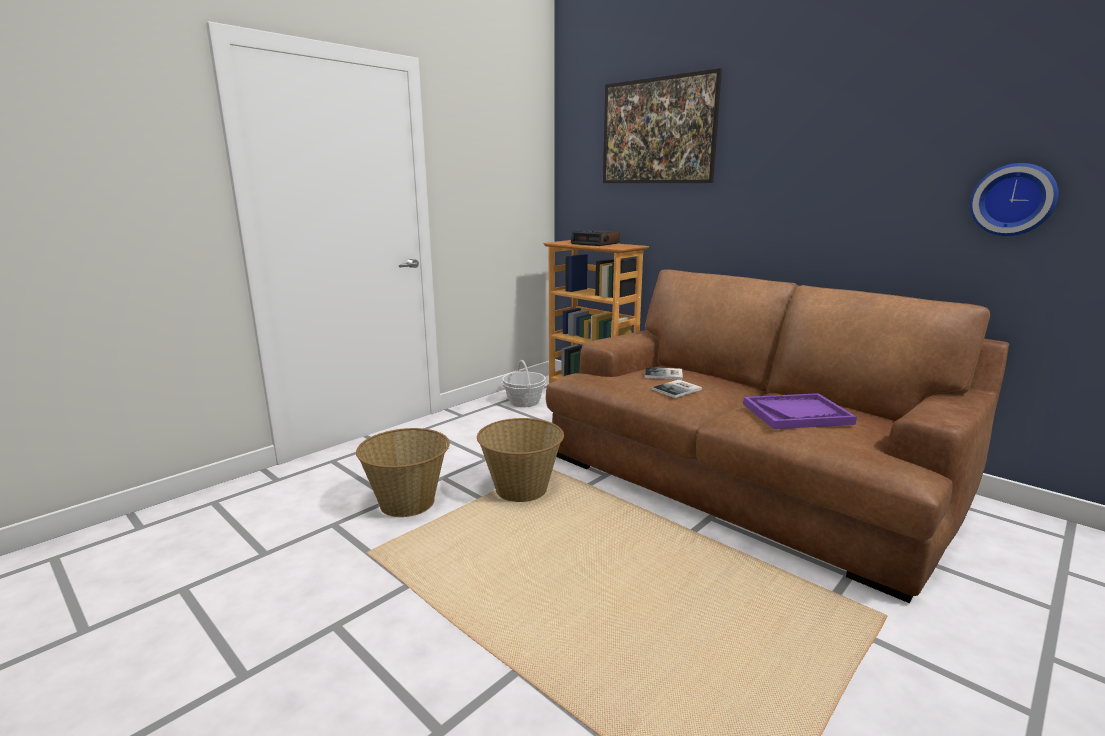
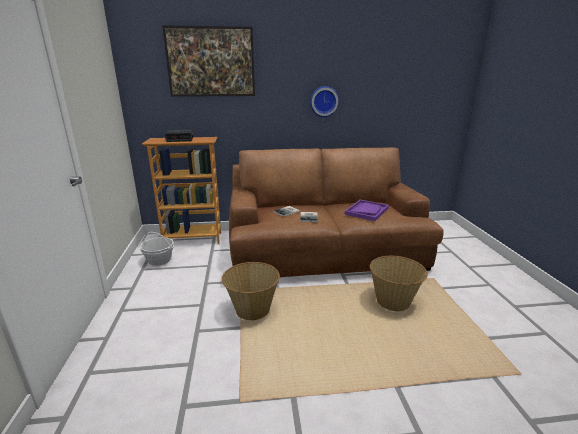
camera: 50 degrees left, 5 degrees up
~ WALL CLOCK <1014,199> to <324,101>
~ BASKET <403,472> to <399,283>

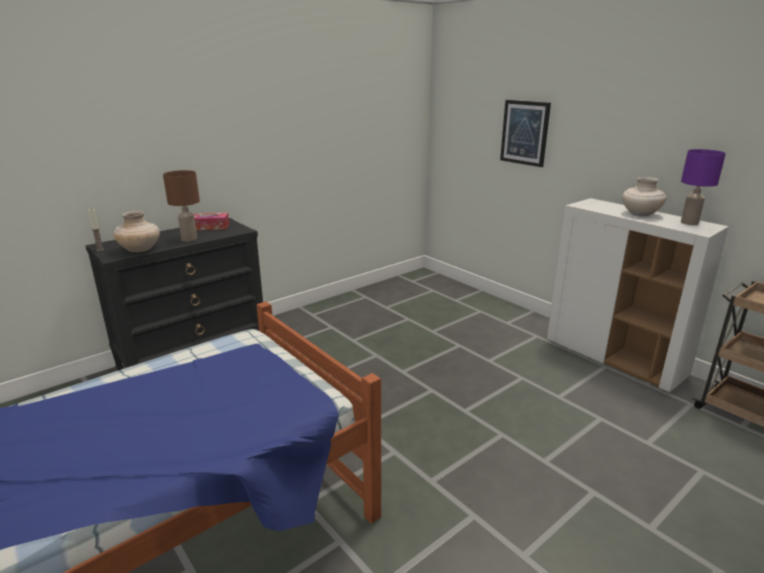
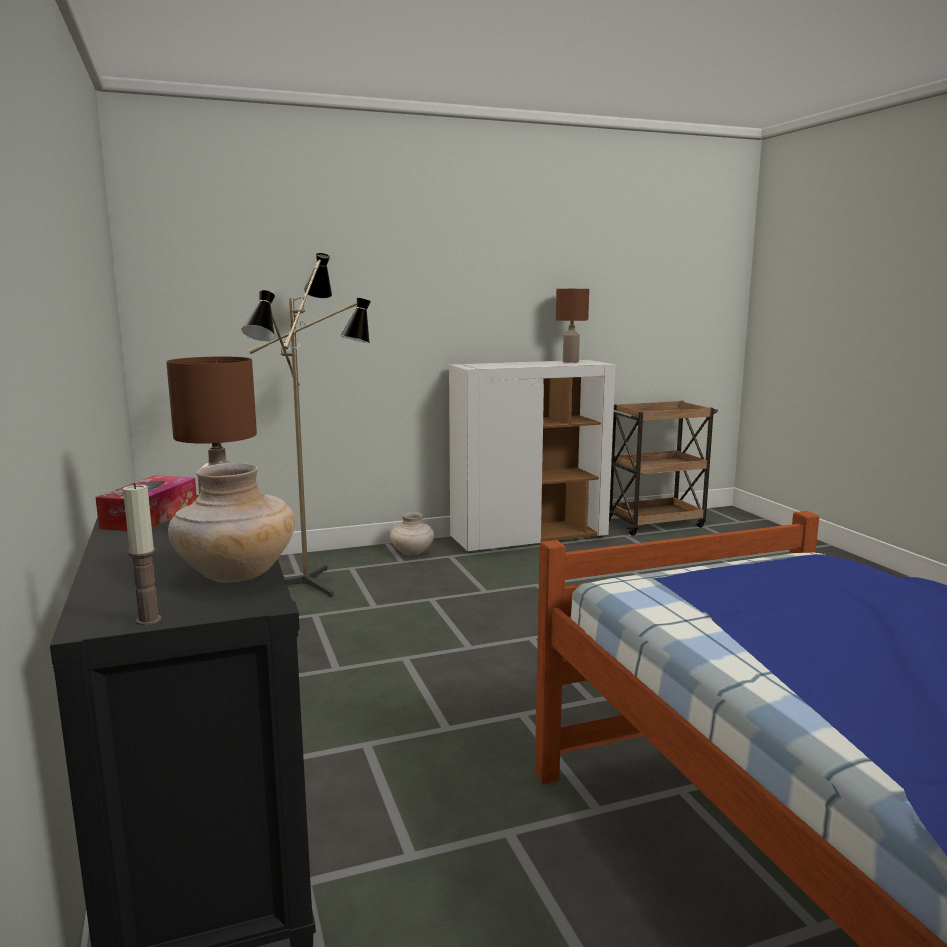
camera: 70 degrees left, 10 degrees down
- PICTURE <525,133>
~ PURPLE TABLE LAMP <703,187> to BROWN TABLE LAMP <572,326>
~ BEIGE VASE <644,196> to <412,534>
+ FLOOR LAMP <306,425>

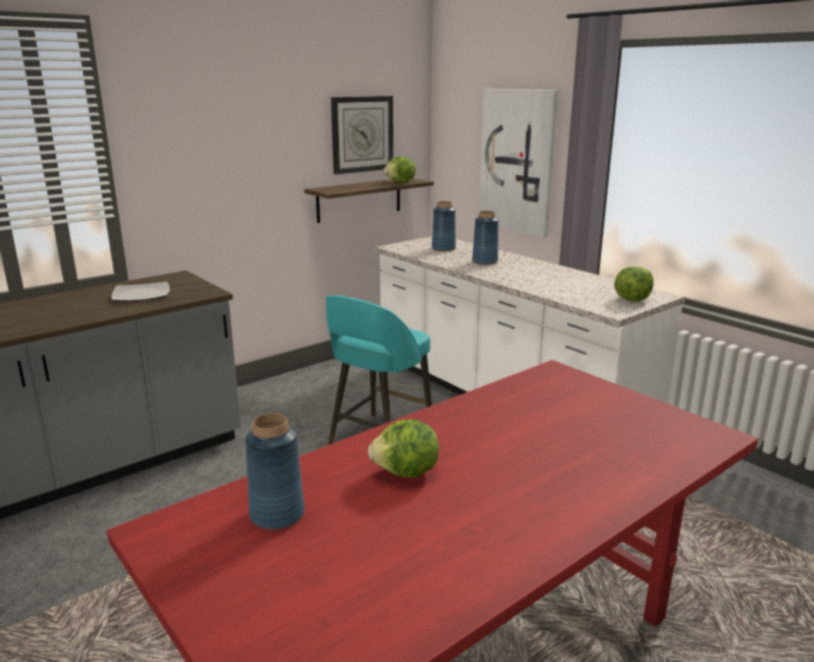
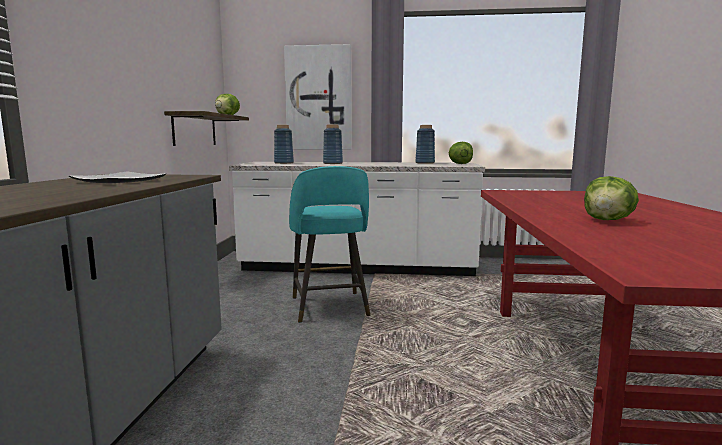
camera: 45 degrees left, 10 degrees down
- WALL CLOCK <362,135>
~ BLUE VASE <275,471> to <425,144>

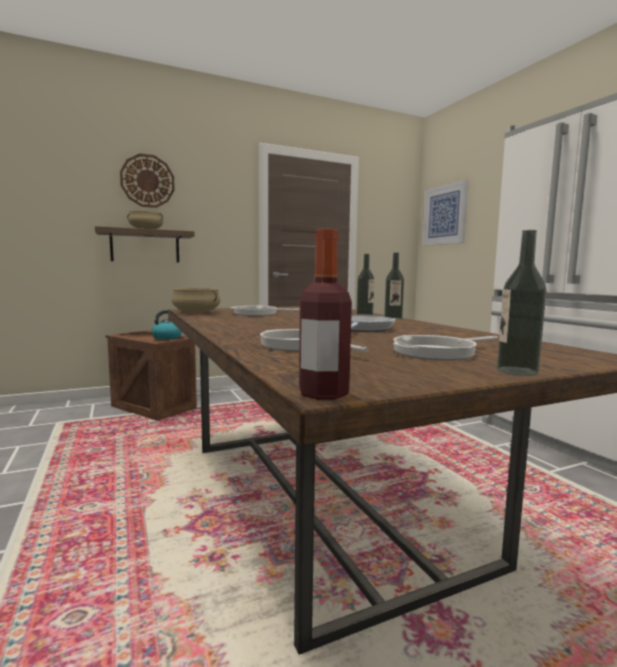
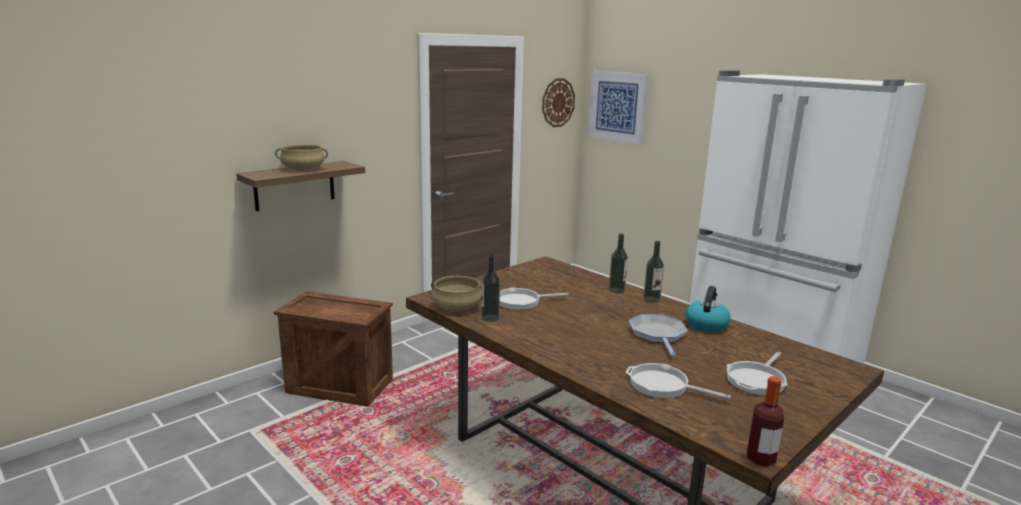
camera: 20 degrees left, 10 degrees up
~ WALL CLOCK <147,180> to <558,102>
~ BOTTLE <522,303> to <490,288>
~ KETTLE <166,324> to <708,309>

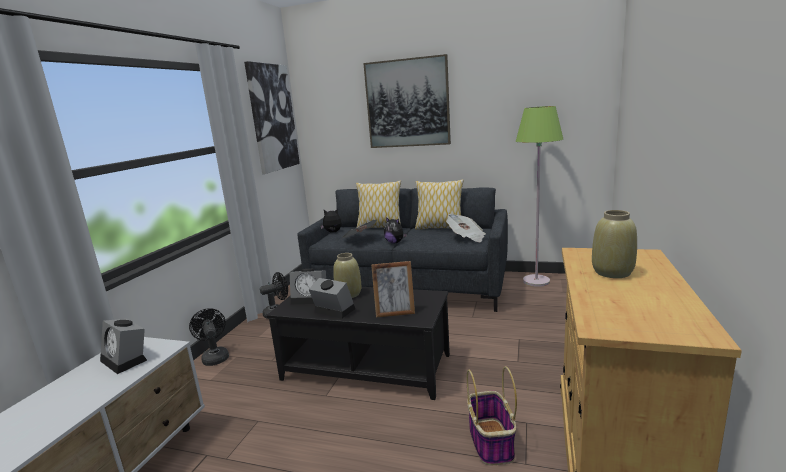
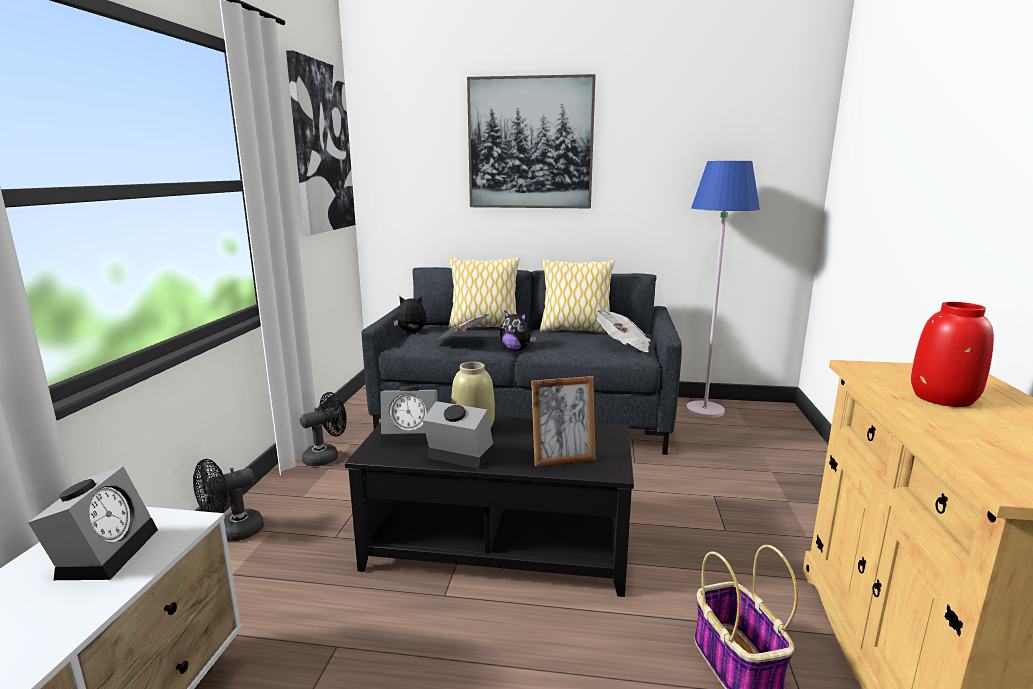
camera: 10 degrees left, 0 degrees up
~ GREEN FLOOR LAMP <539,196> to BLUE FLOOR LAMP <723,289>
~ BEIGE VASE <614,244> to RED VASE <952,354>
~ BLACK FAN <209,337> = <228,500> 90 degrees counterclockwise
~ ALARM CLOCK <123,346> = <93,523> 120 degrees counterclockwise

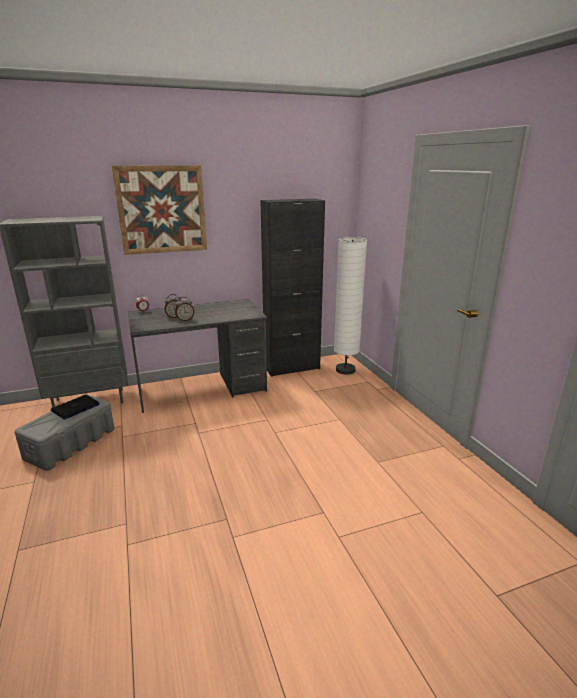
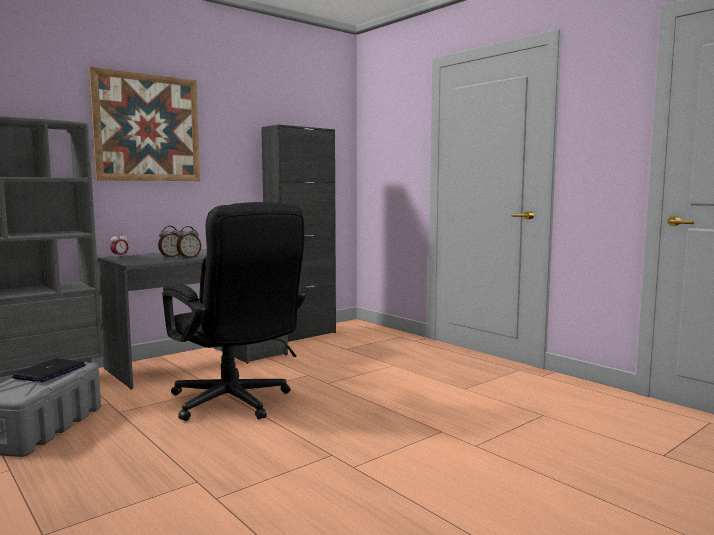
camera: 20 degrees left, 15 degrees down
- WHITE FLOOR LAMP <350,306>
+ BLACK OFFICE CHAIR <233,311>

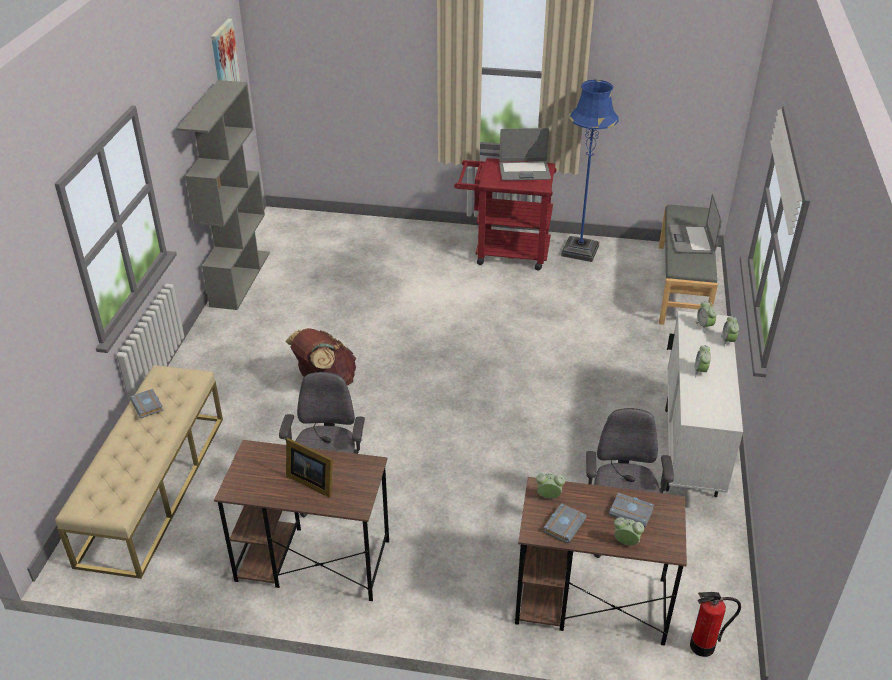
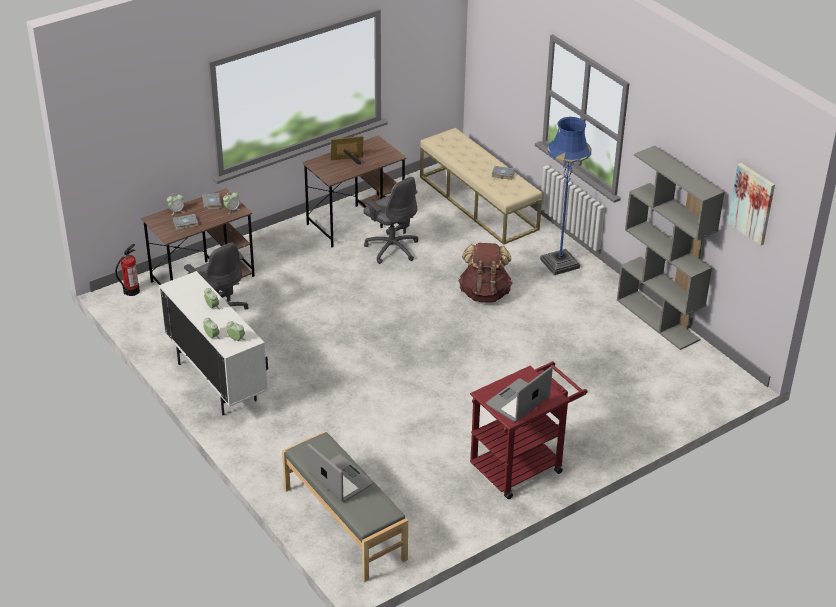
camera: 135 degrees right, 0 degrees up
~ BLUE FLOOR LAMP <590,171> to <566,196>

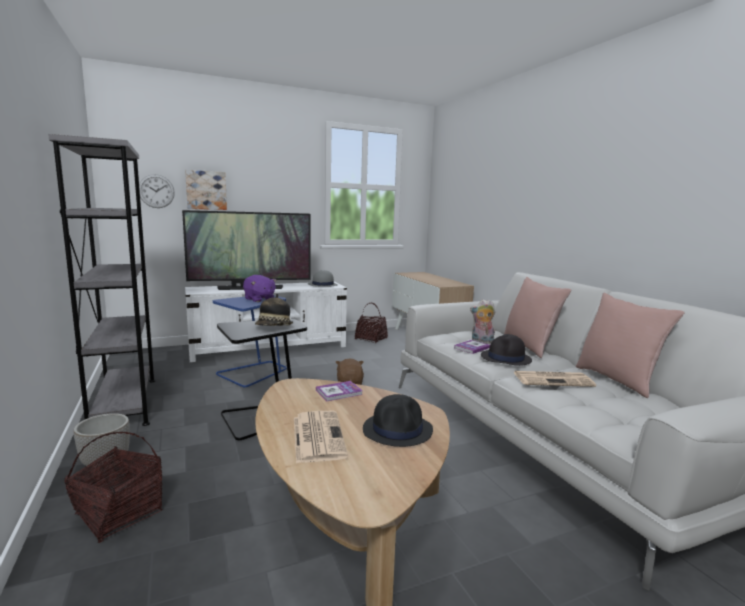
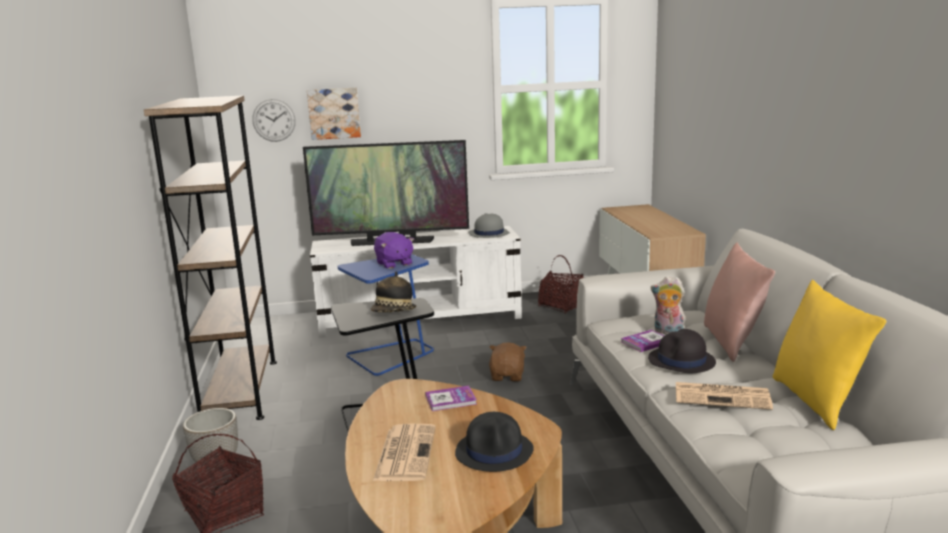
camera: 15 degrees right, 5 degrees up
~ GREY BOOKCASE <101,280> to BROWN BOOKCASE <210,257>
~ PINK PILLOW <630,345> to YELLOW PILLOW <829,354>

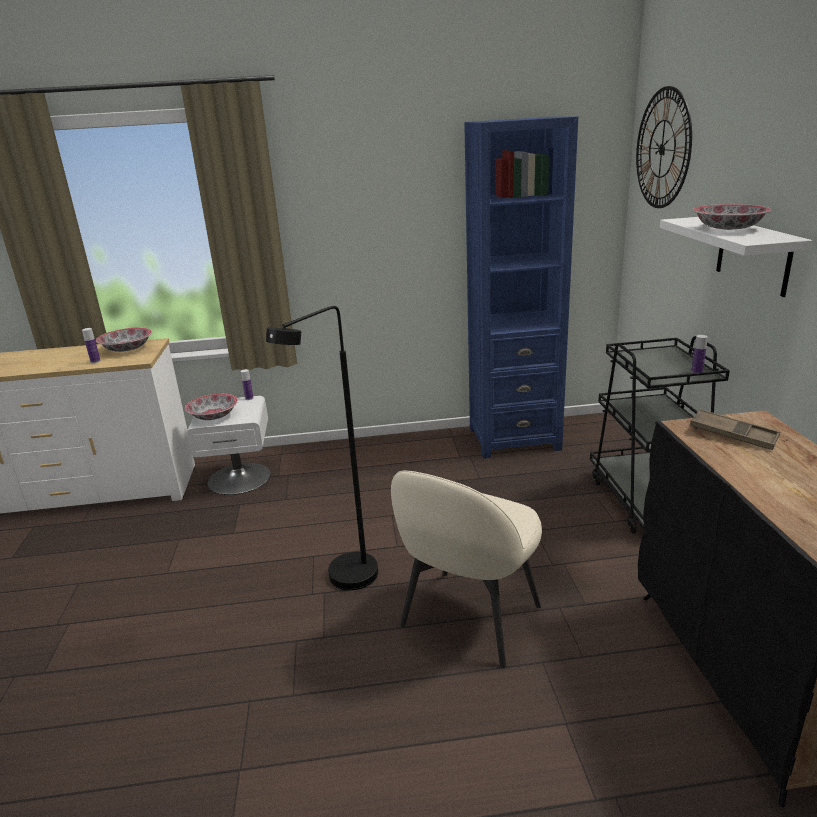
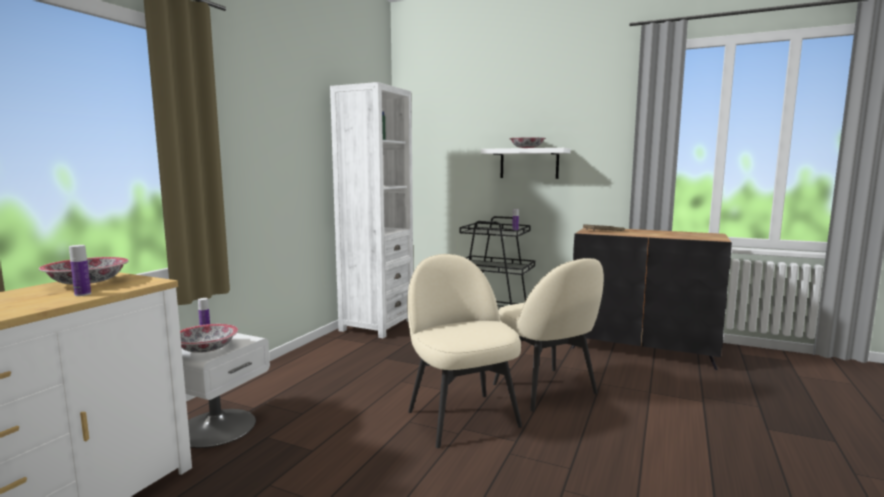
camera: 60 degrees left, 15 degrees down
- WALL CLOCK <664,147>
~ BLUE BOOKCASE <521,287> to WHITE BOOKCASE <371,210>
~ BLACK FLOOR LAMP <322,448> to BEIGE CHAIR <464,351>

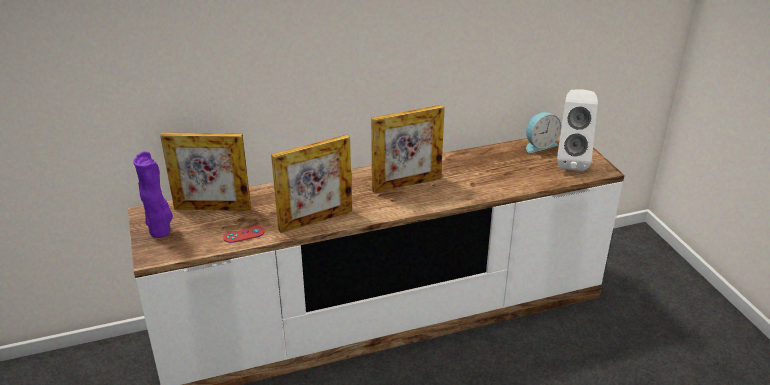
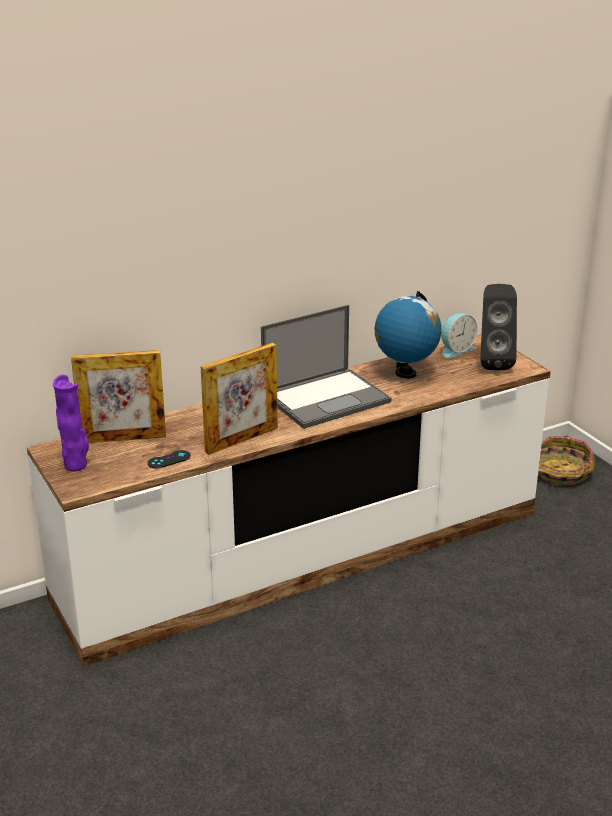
camera: 10 degrees left, 5 degrees down
~ WHITE SPEAKER <577,130> to BLACK SPEAKER <498,327>
~ PICTURE FRAME <408,149> to LAPTOP <326,367>
~ RED GAME CONTROLLER <244,234> to BLACK GAME CONTROLLER <169,459>
+ GLOBE <408,335>
+ BASKET <566,461>

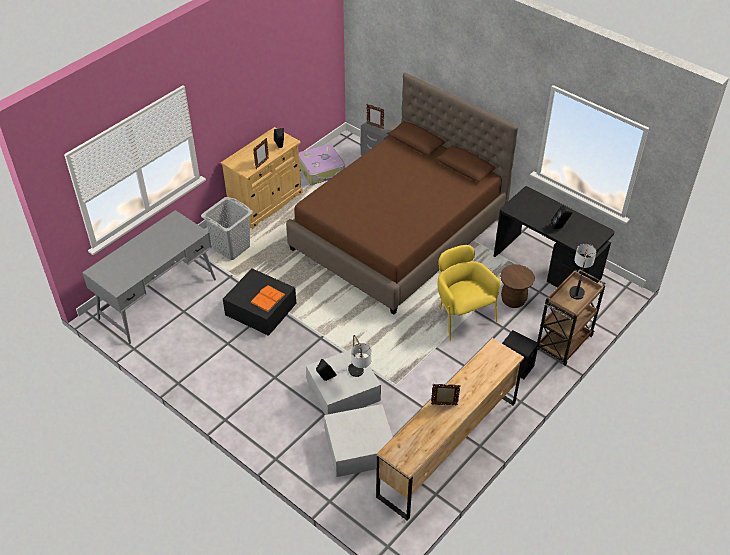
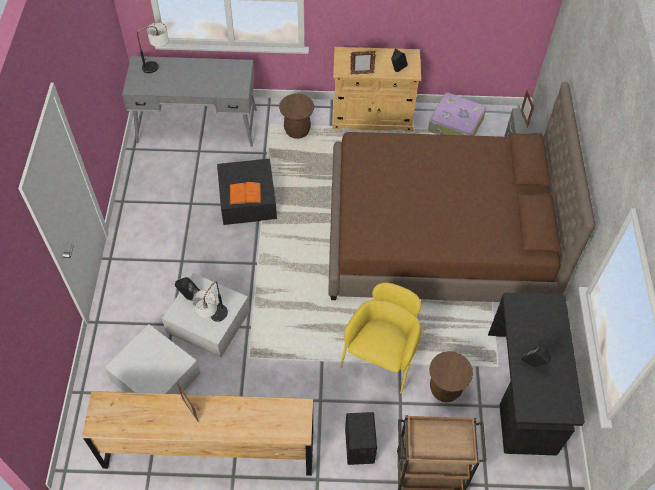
camera: 50 degrees right, 10 degrees up
~ GREY LAUNDRY BASKET <227,228> to BROWN STOOL <296,116>
~ TABLE LAMP <583,271> to <153,47>

